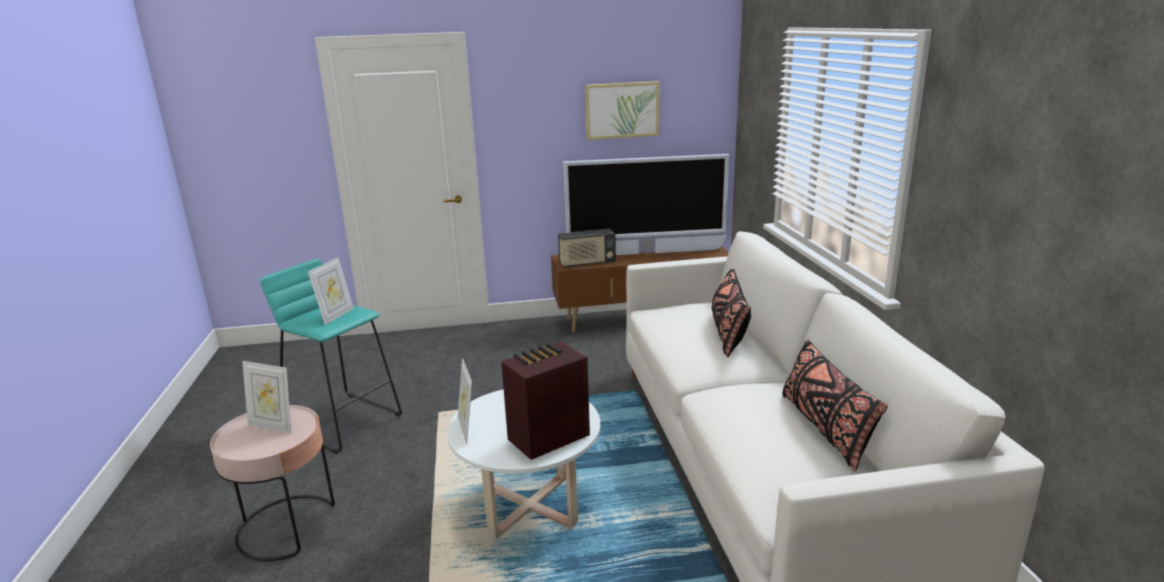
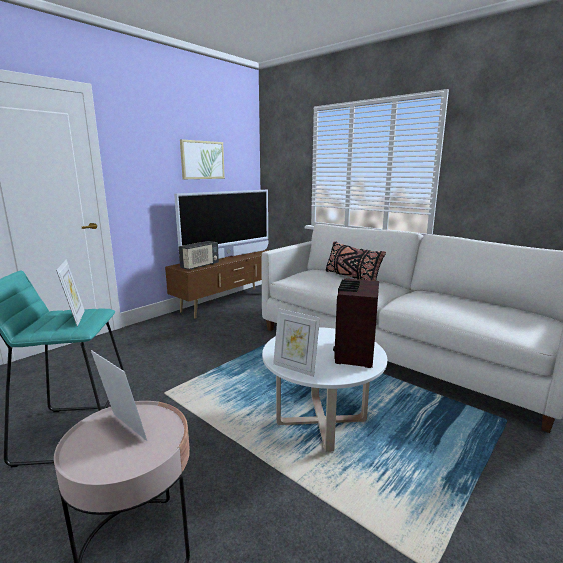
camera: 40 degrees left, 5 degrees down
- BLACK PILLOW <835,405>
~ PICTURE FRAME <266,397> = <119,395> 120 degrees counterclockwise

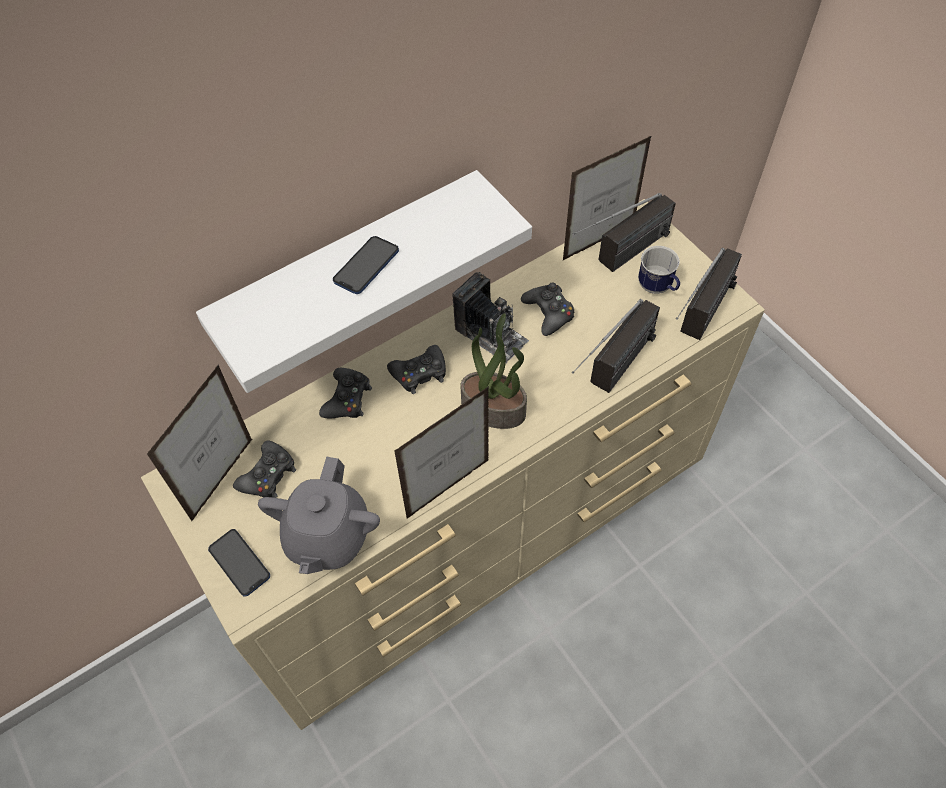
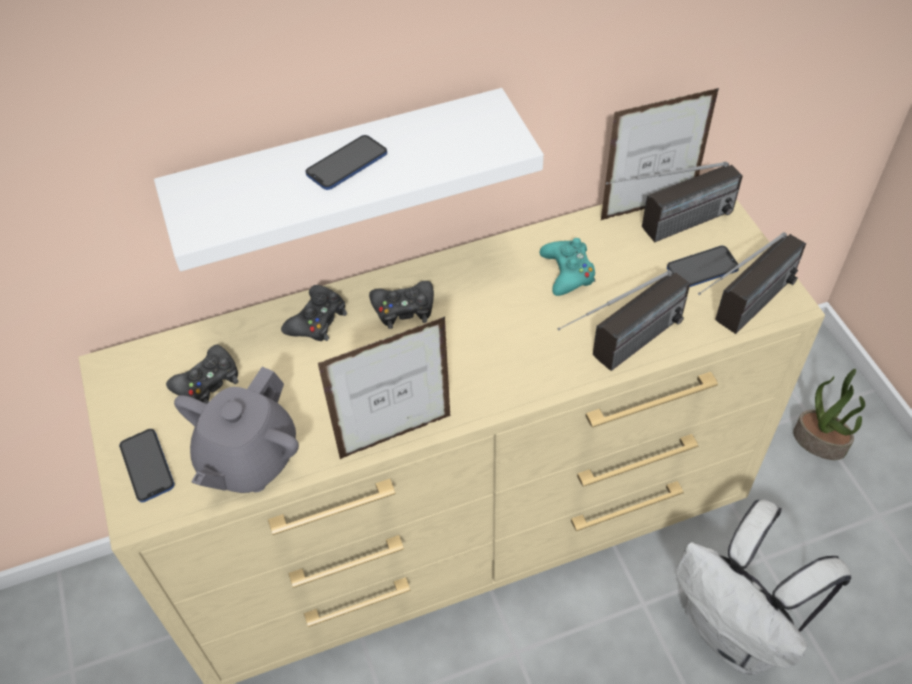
camera: 15 degrees right, 5 degrees down
~ MUG <659,270> to PHONE <703,266>
- PHOTO CAMERA <490,318>
~ BLACK GAME CONTROLLER <547,309> to TURQUOISE GAME CONTROLLER <567,267>
~ POTTED PLANT <493,371> to <829,414>
- PICTURE FRAME <199,442>
+ WHITE BACKPACK <763,587>

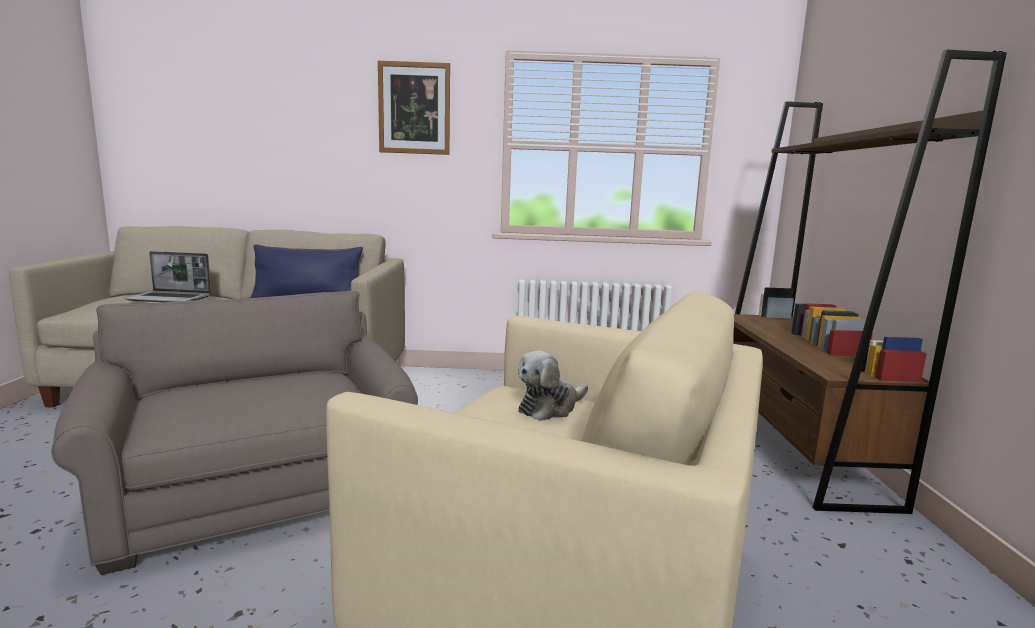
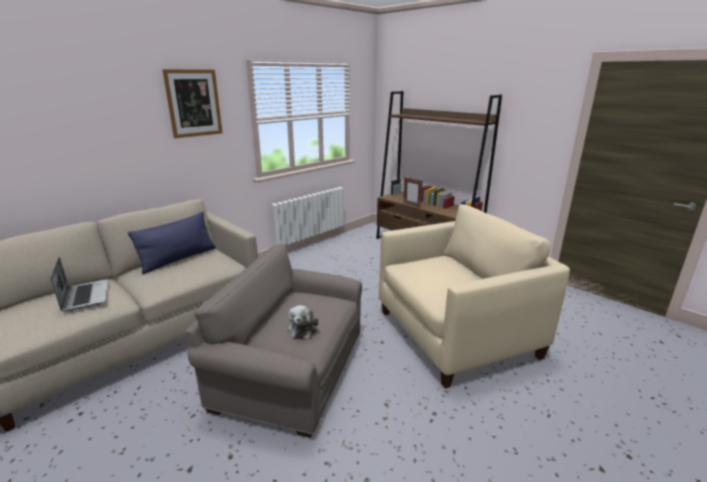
camera: 45 degrees left, 10 degrees up
~ LAPTOP <167,276> = <79,284> 75 degrees counterclockwise
~ PLUSH TOY <553,386> to <303,322>
+ PICTURE FRAME <413,192>

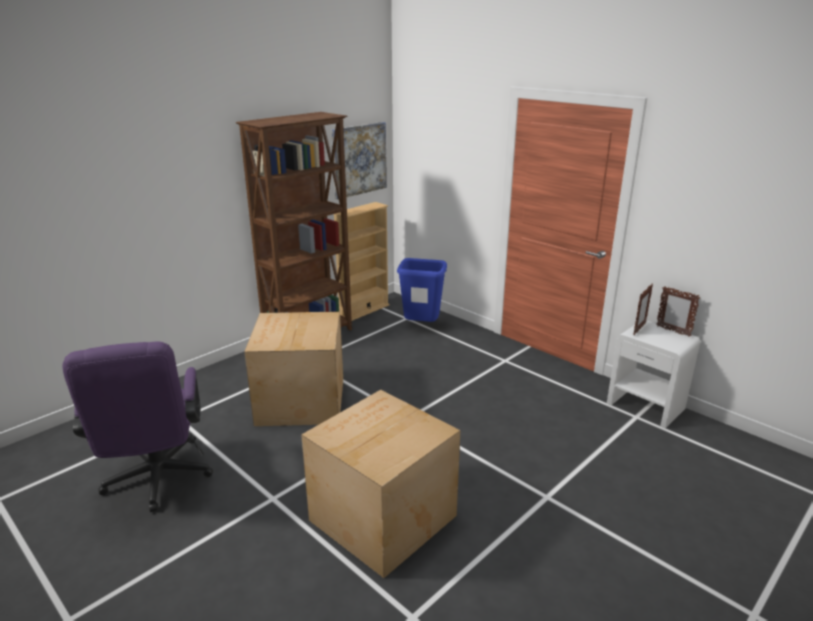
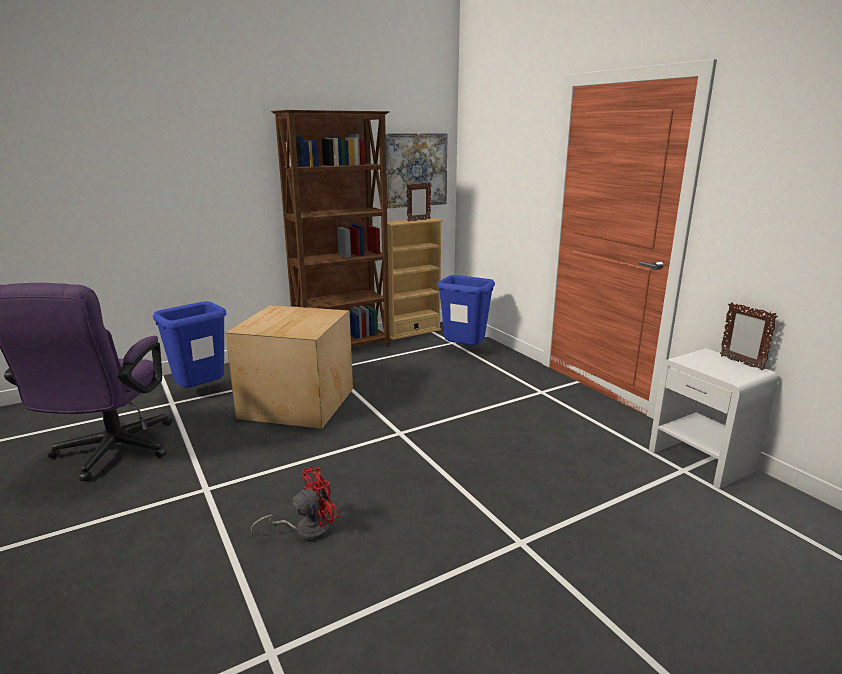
camera: 15 degrees right, 5 degrees down
~ PICTURE FRAME <643,309> to <419,202>
~ CARDBOARD BOX <380,484> to RED FAN <295,504>
+ BLUE TRASH CAN <190,344>

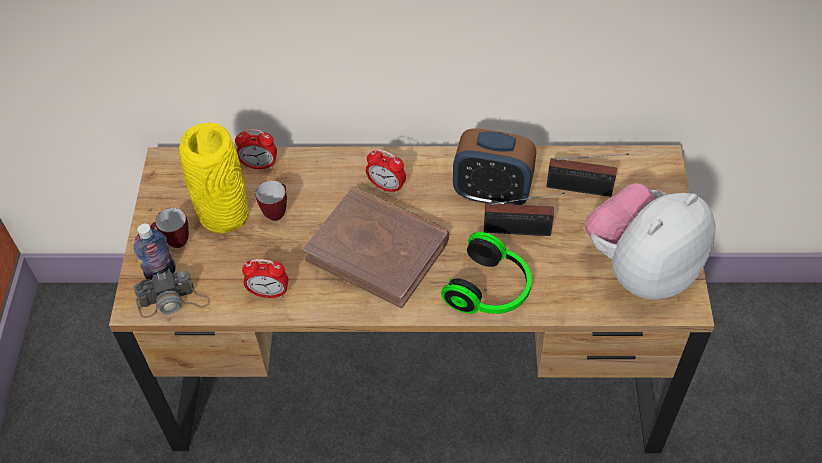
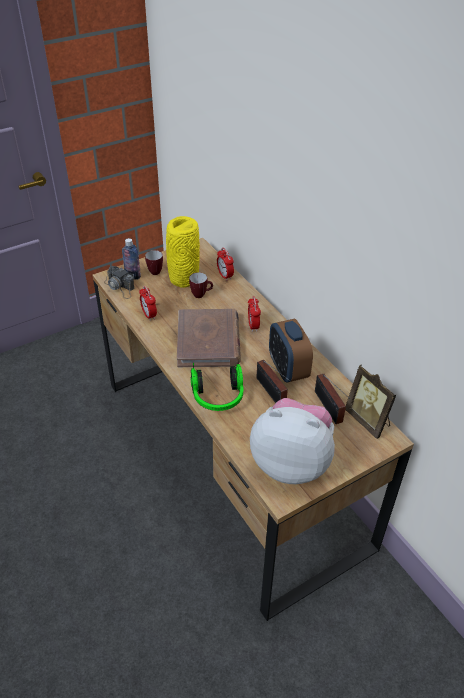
camera: 55 degrees right, 10 degrees down
+ PICTURE FRAME <371,401>

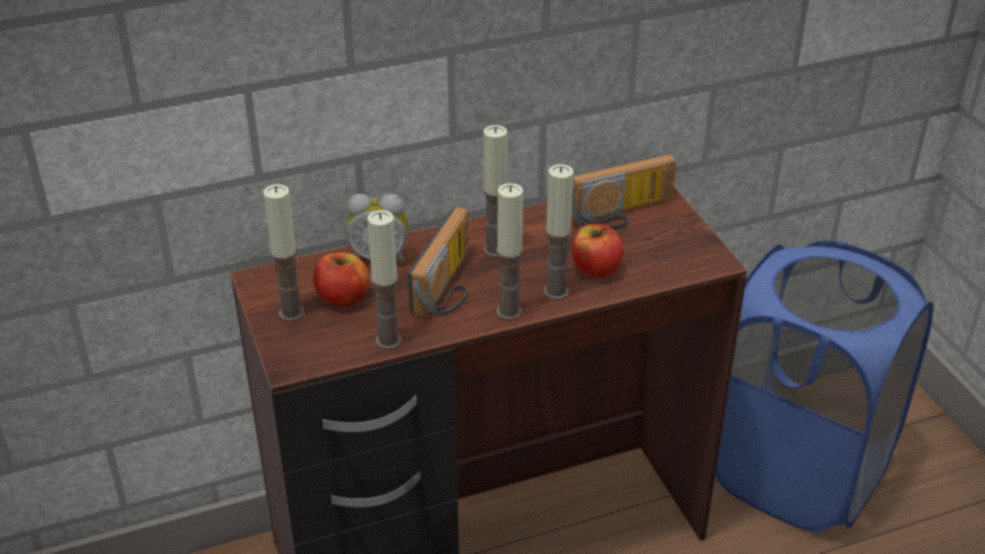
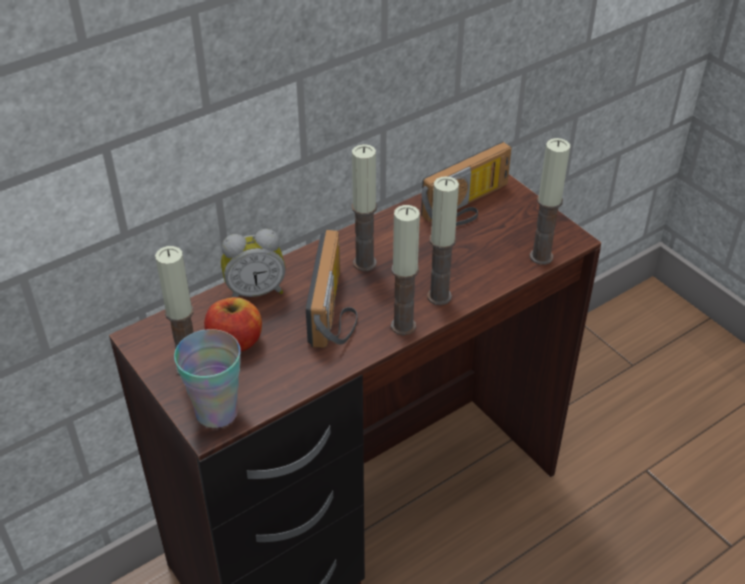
camera: 15 degrees left, 5 degrees up
~ CANDLE <384,280> to <549,201>
- APPLE <598,251>
- BLUE LAUNDRY BASKET <824,386>
+ CUP <207,378>

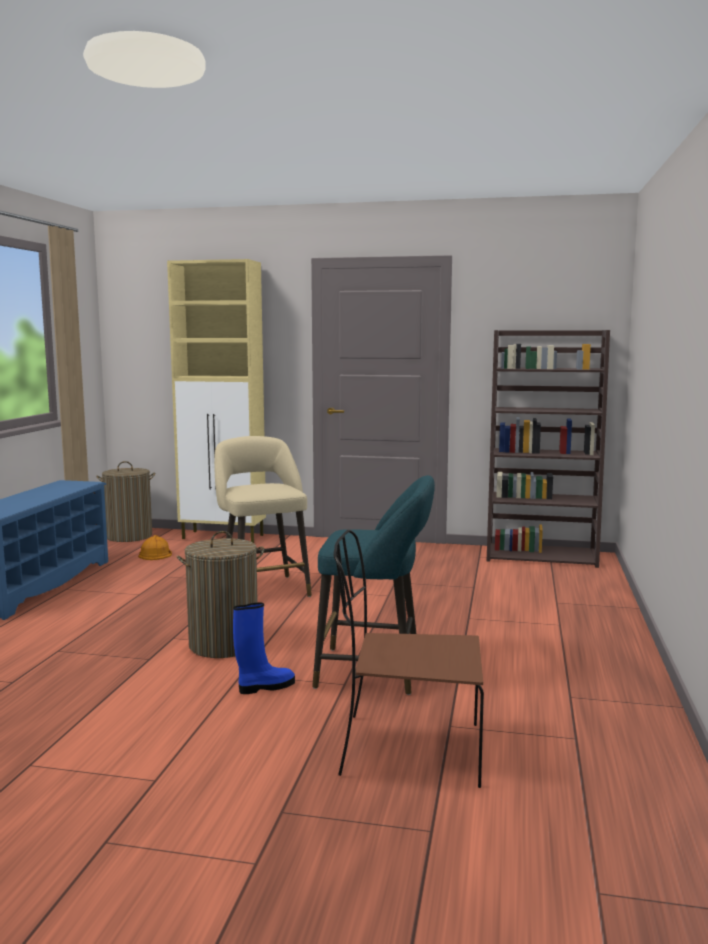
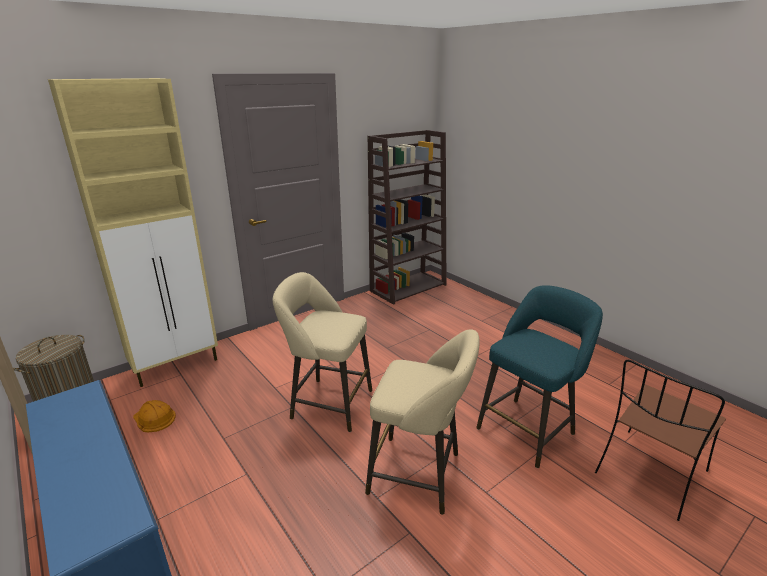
camera: 50 degrees left, 15 degrees up
~ LAUNDRY BASKET <220,594> to BEIGE STOOL <422,422>
- BLUE BOOT <264,648>

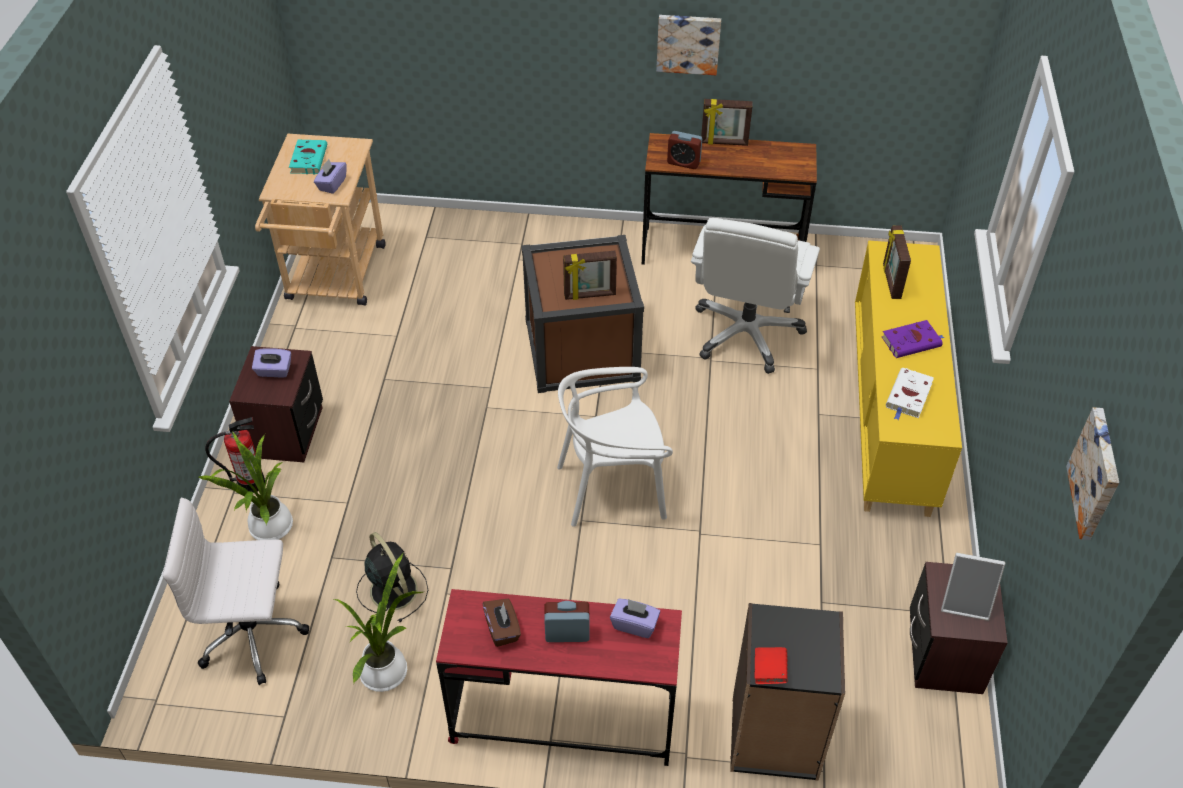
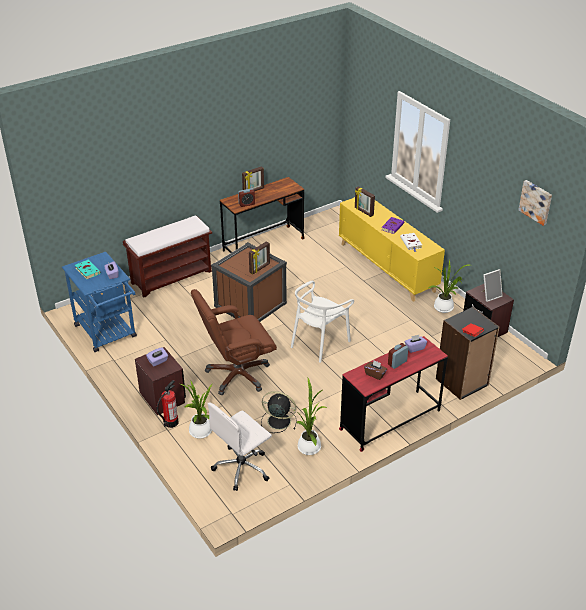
camera: 40 degrees left, 10 degrees down
- PICTURE <688,45>
~ BEIGE CART <320,220> to BLUE CART <99,302>
- WHITE OFFICE CHAIR <755,296>
+ BROWN BENCH <167,256>
+ POTTED PLANT <449,286>
+ BROWN OFFICE CHAIR <234,342>

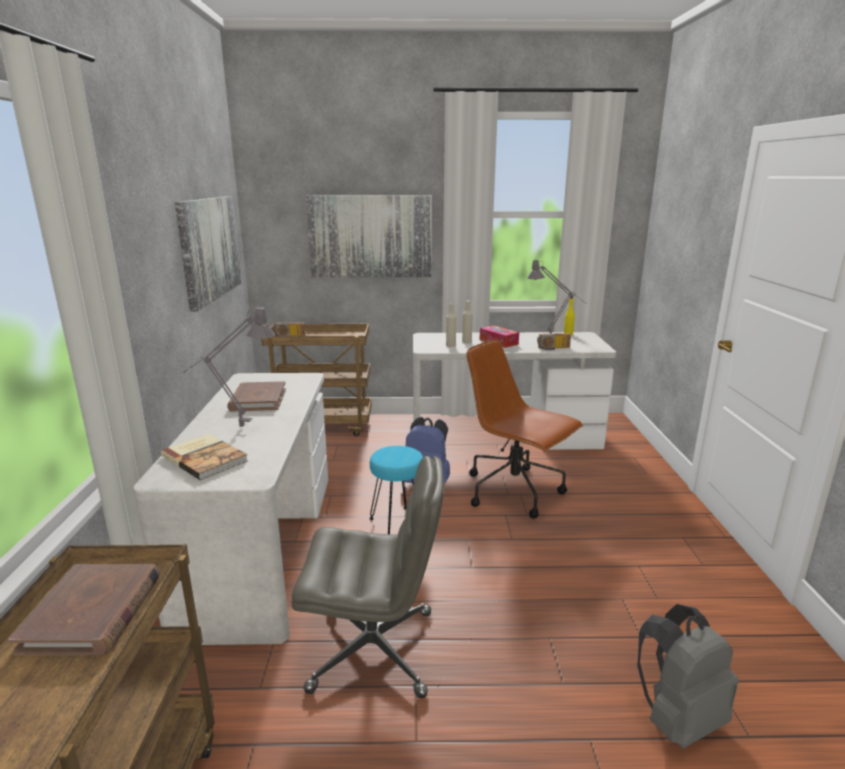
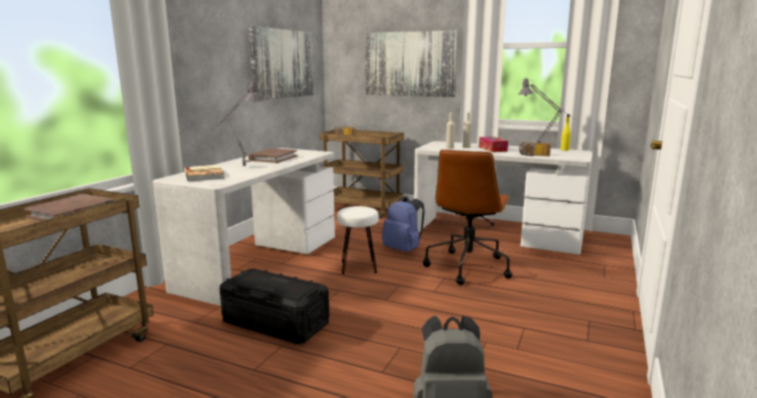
camera: 25 degrees right, 5 degrees down
~ BROWN OFFICE CHAIR <524,429> = <468,217> 135 degrees counterclockwise
~ TURQUOISE STOOL <396,490> to WHITE STOOL <358,240>
~ GREY OFFICE CHAIR <368,577> to BLACK STORAGE BOX <274,306>

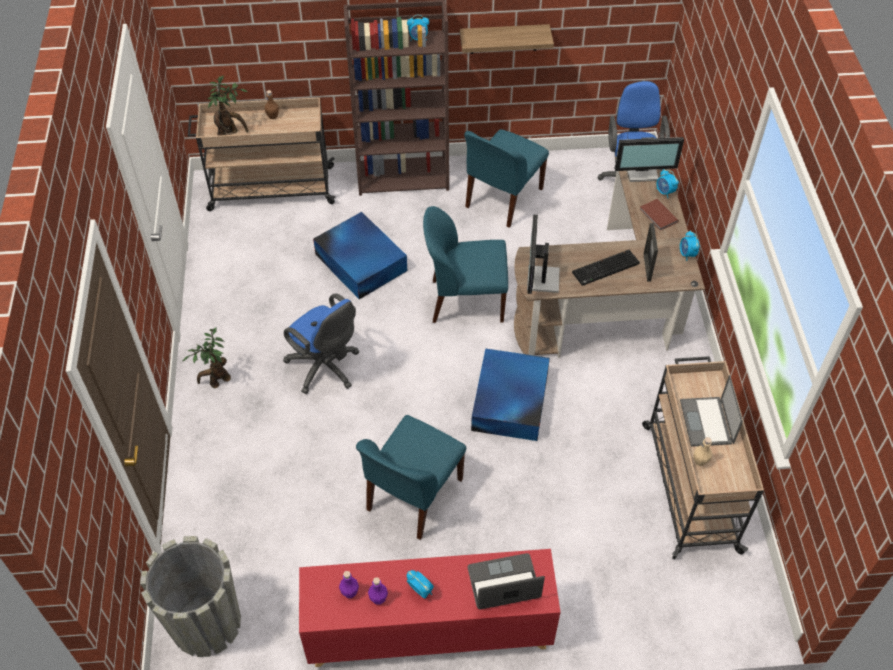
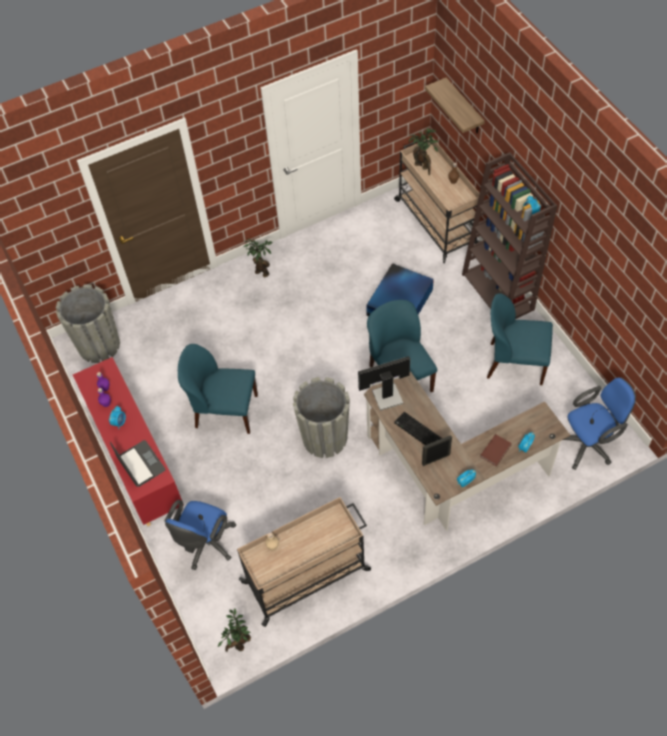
camera: 70 degrees right, 5 degrees up
~ SHELF <507,39> to <455,105>
- MONITOR <649,159>
~ BLUE OFFICE CHAIR <321,344> to <200,535>
~ BLUE STORAGE BOX <510,394> to GREY PLANTER <321,417>
- LAPTOP <711,411>
+ POTTED PLANT <234,630>

